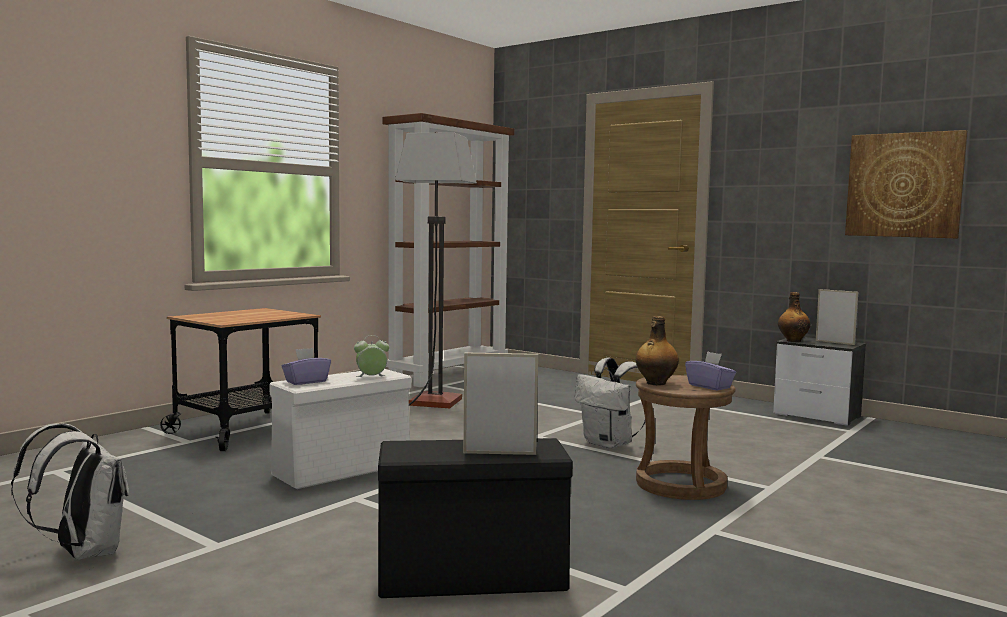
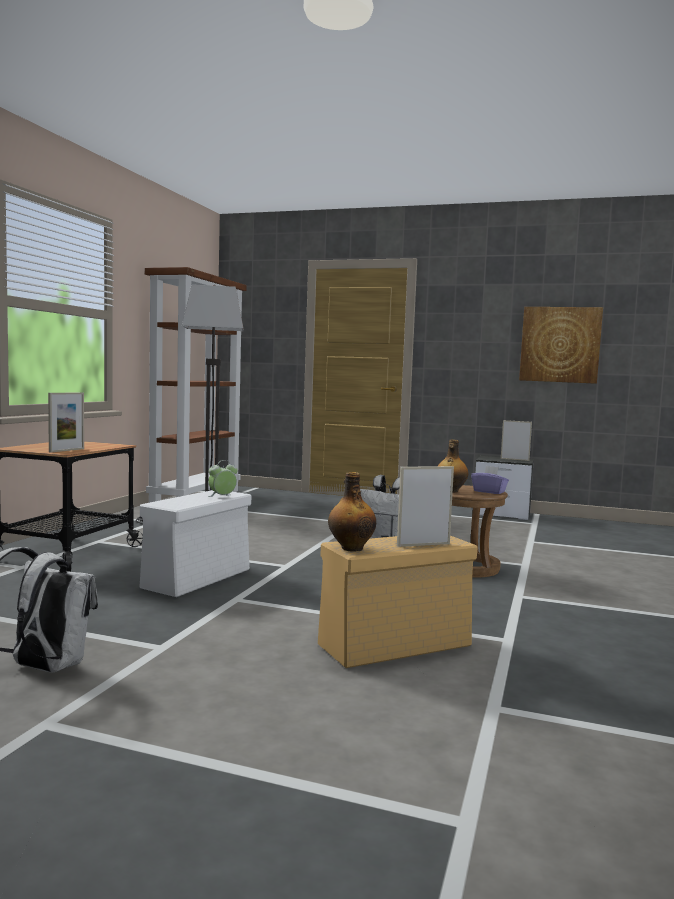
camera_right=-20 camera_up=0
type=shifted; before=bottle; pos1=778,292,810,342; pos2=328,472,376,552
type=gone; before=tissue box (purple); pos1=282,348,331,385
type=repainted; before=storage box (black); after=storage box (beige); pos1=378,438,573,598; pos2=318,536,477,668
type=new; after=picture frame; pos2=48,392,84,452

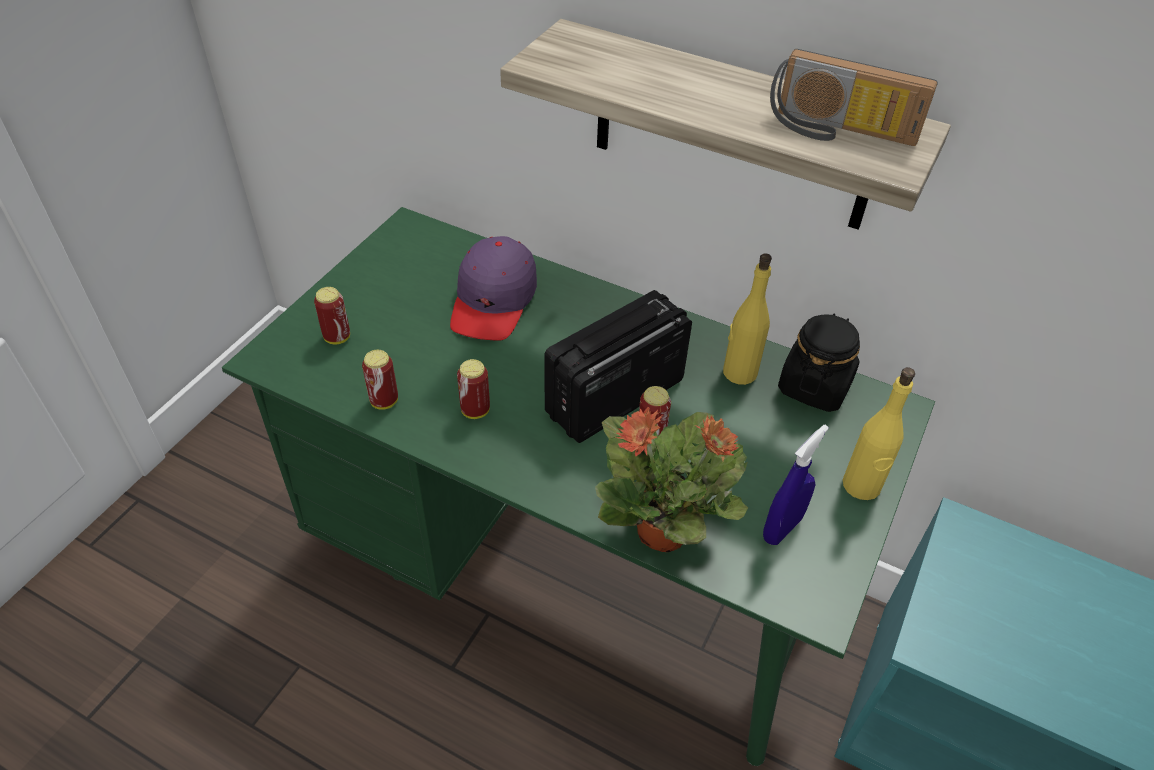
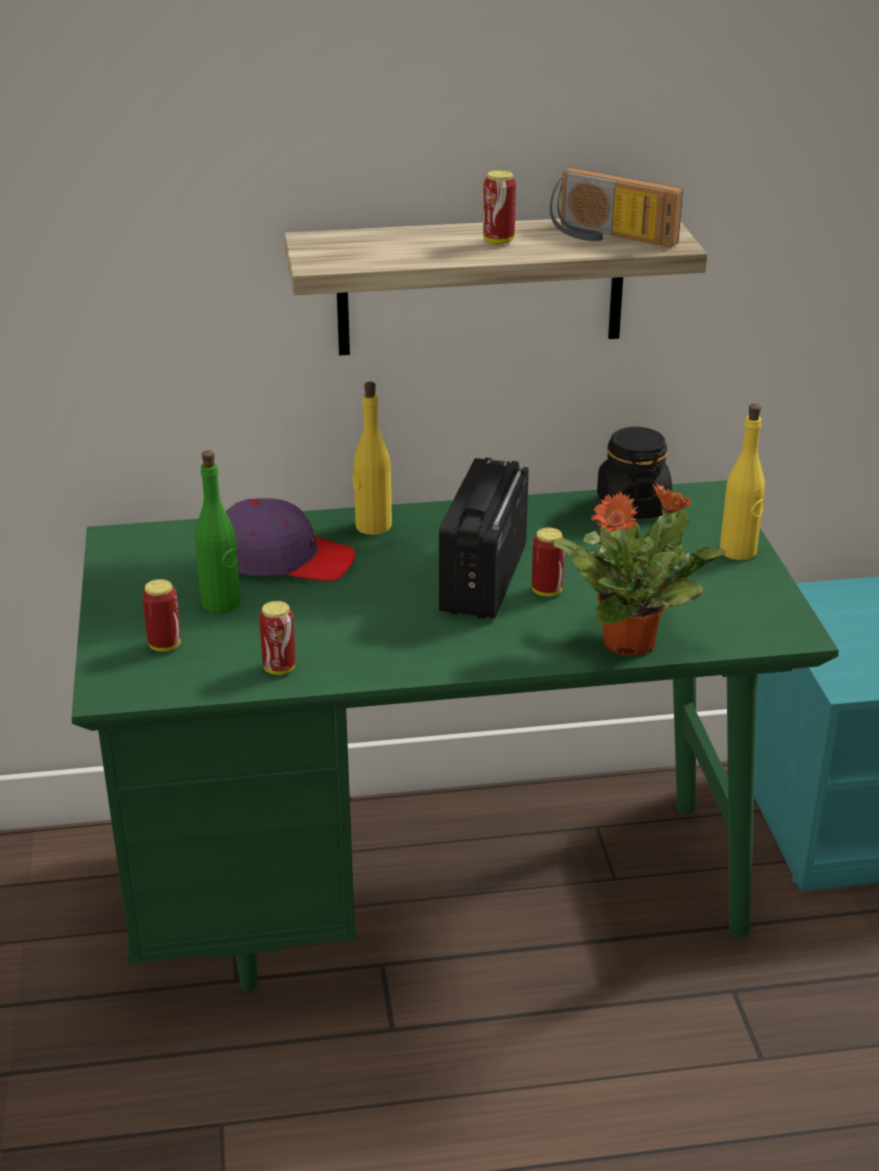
camera_right=-35 camera_up=-15
type=rotated; before=radio; pos1=770,49,938,146; pos2=550,167,683,248; turn=45
type=rotated; before=cap (purple); pos1=450,236,537,341; pos2=226,498,355,581; turn=-60
type=shifted; before=bottle (yellow); pos1=723,253,772,385; pos2=353,382,392,535
type=shifted; before=can; pos1=457,359,490,419; pos2=483,170,516,245
type=gone; before=spray bottle (blue); pos1=763,425,829,545
type=new; after=bottle (green); pos2=195,450,241,613

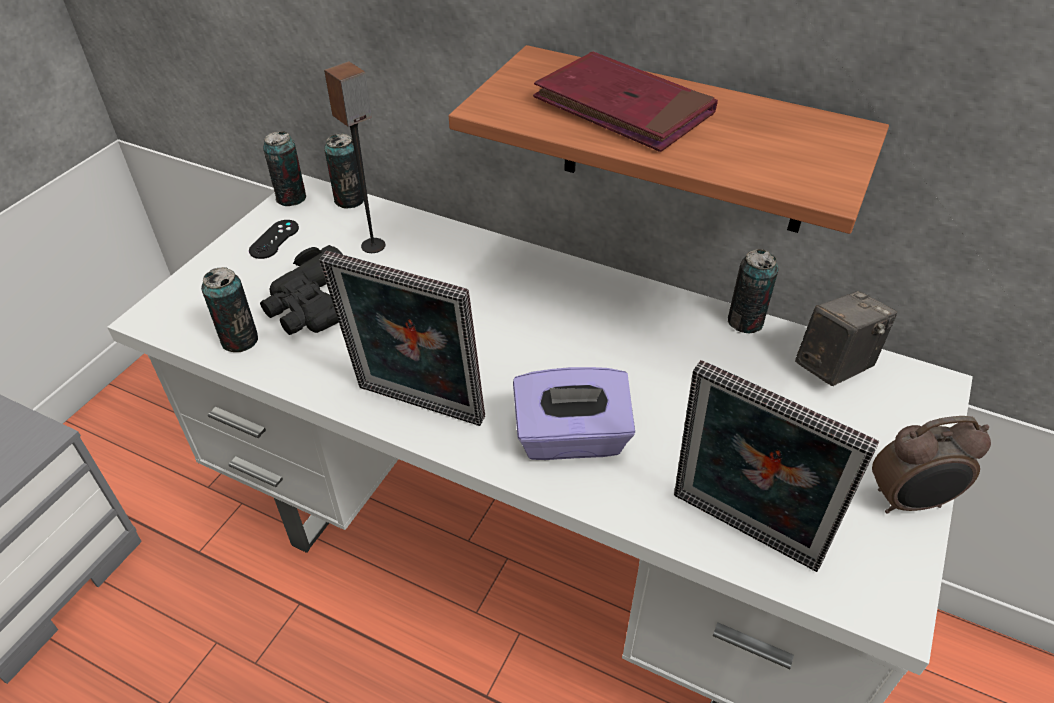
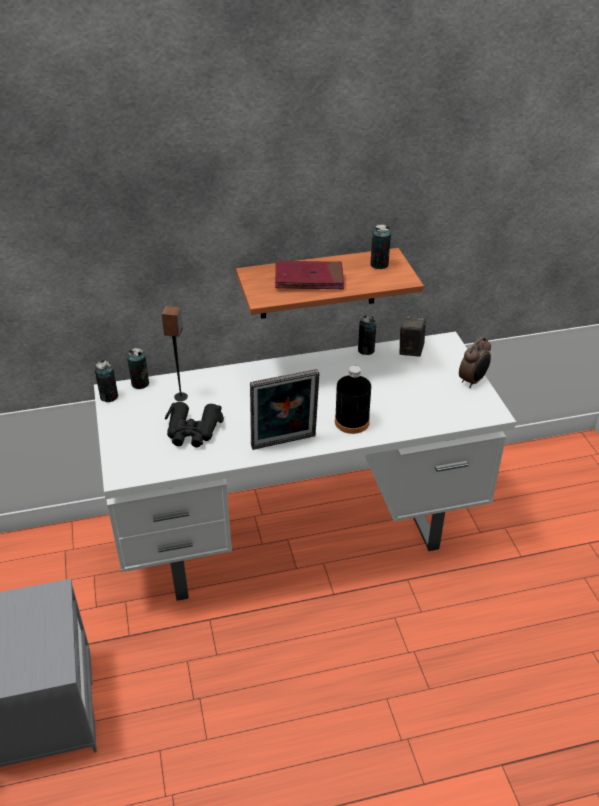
camera_right=-40 camera_up=-5
type=gone; before=game controller (black); pos1=249,220,299,259
type=shifted; before=can; pos1=201,267,258,352; pos2=370,224,391,269
type=gone; before=picture frame; pos1=674,360,879,572
type=swapped; before=tissue box (purple); after=bottle (black); pos1=513,367,635,460; pos2=335,366,371,434

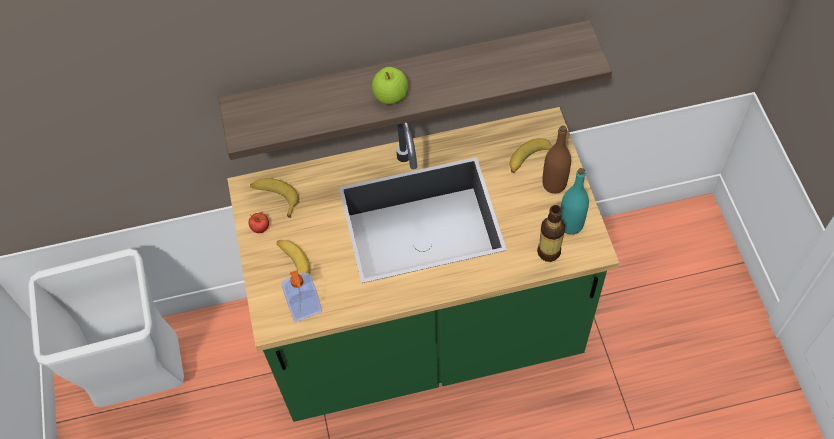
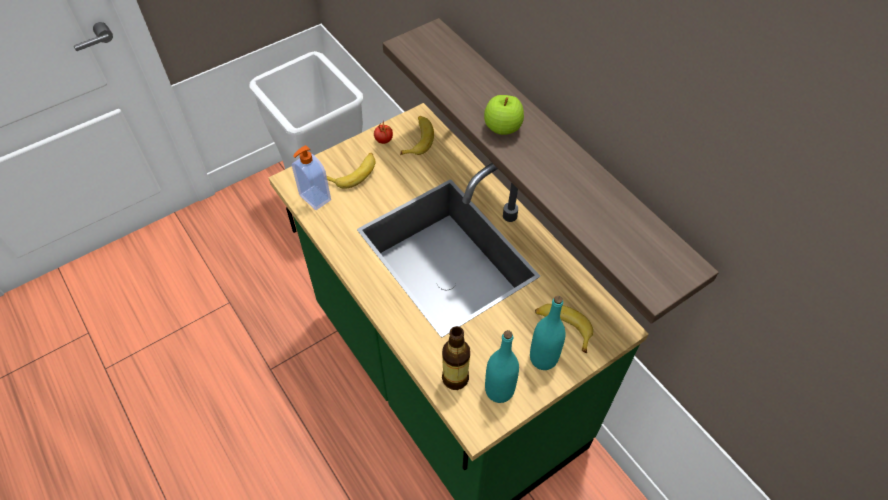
camera_right=65 camera_up=-5
type=repainted; before=bottle (brown); after=bottle (turquoise); pos1=542,125,571,194; pos2=530,296,566,370

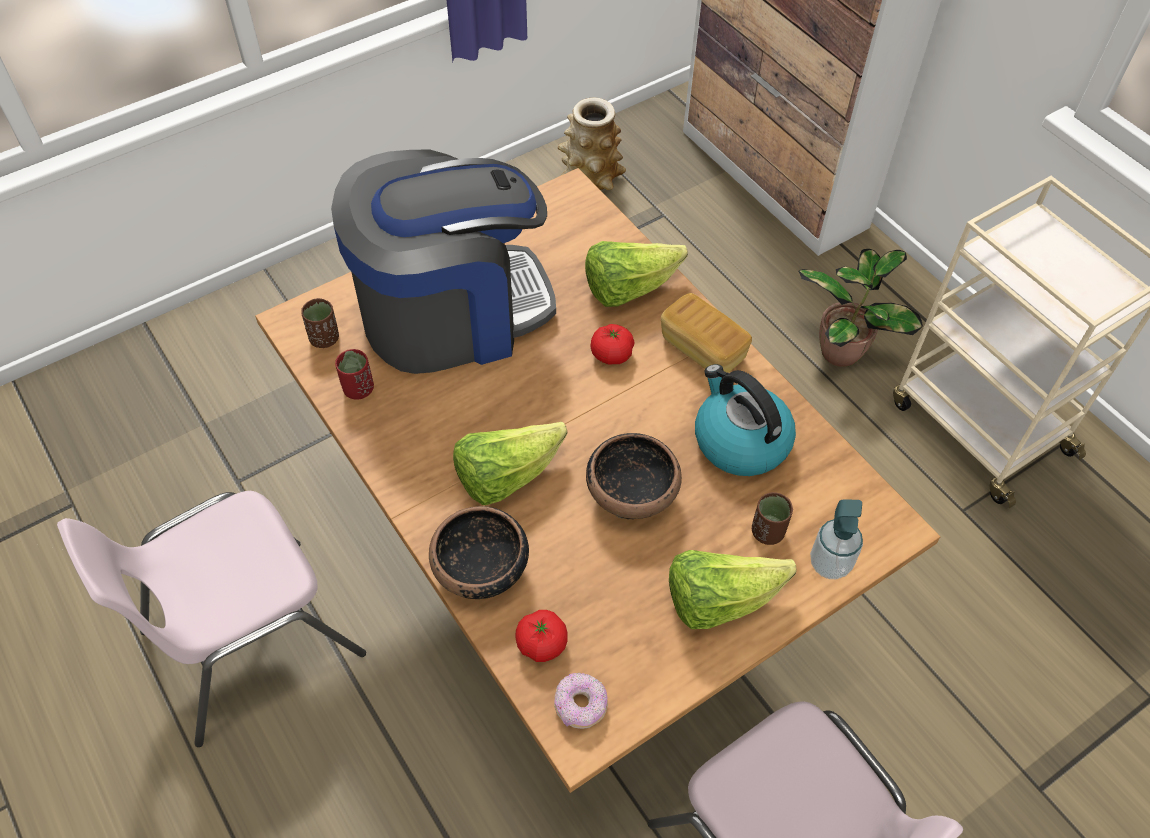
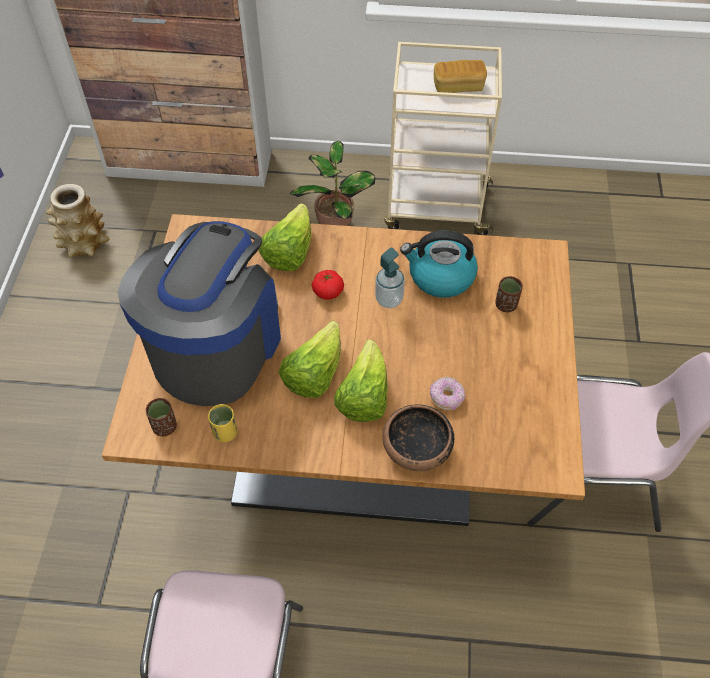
camera_right=-50 camera_up=0
type=shifted; before=bread; pos1=661,293,752,373; pos2=434,60,487,93
type=repainted; before=cup (red); after=cup (yellow); pos1=335,349,374,400; pos2=208,404,238,442
type=gone; before=bowl; pos1=586,433,682,520
type=shifted; before=soap dispenser; pos1=810,499,863,579; pos2=375,247,405,308
type=shifted; before=lettuce; pos1=669,550,797,629; pos2=279,321,341,398
type=gone; before=tomato; pos1=516,610,568,662
type=shifted; before=donut; pos1=554,673,608,729; pos2=430,377,465,410

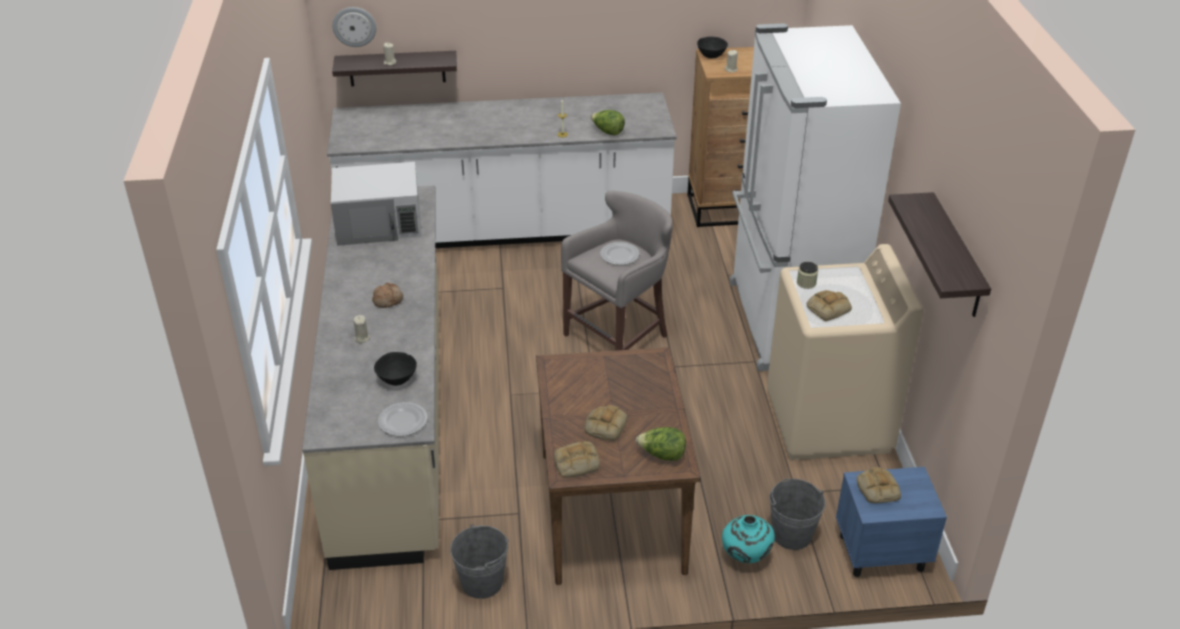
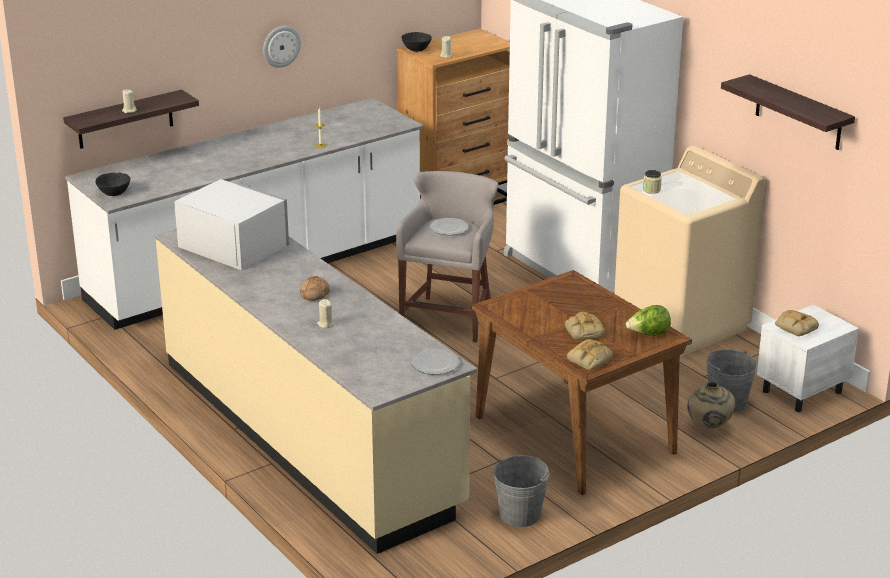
camera_right=-30 camera_up=-10
type=shifted; before=wall clock; pos1=332,7,376,47; pos2=263,26,301,68
type=gone; before=lettuce; pos1=591,110,625,135
type=rotated; before=microwave (white); pos1=331,162,422,246; pos2=174,179,289,270; turn=-105
type=gone; before=bread; pos1=806,290,852,321
type=shifted; before=bowl (black); pos1=374,352,417,386; pos2=95,173,131,196
type=repainted; before=nightstand (blue); after=nightstand (white); pos1=836,467,947,577; pos2=757,304,859,412
type=repainted; before=vase (turquoise); after=vase (beige); pos1=722,515,775,563; pos2=687,382,735,429

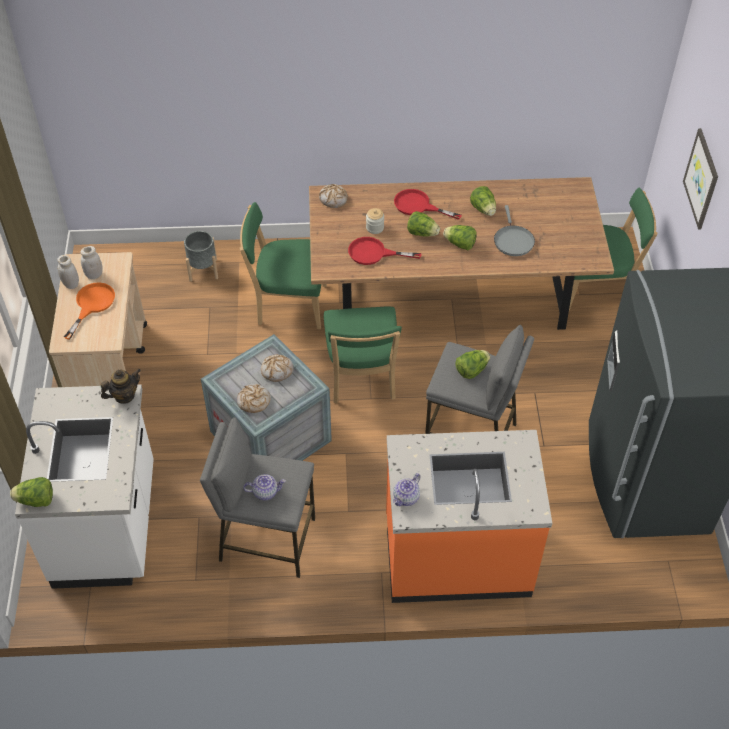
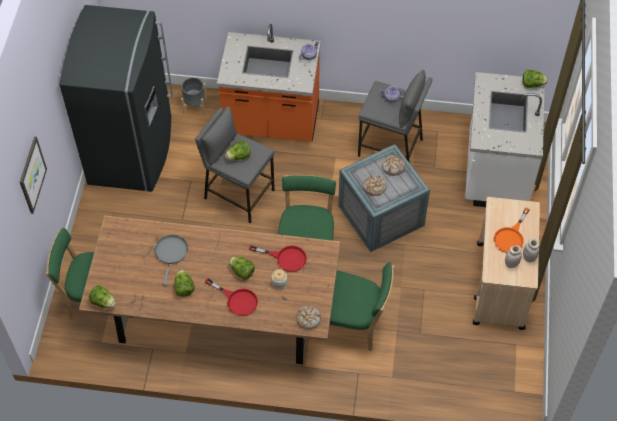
camera_right=-170 camera_up=5
type=shifted; before=lettuce; pos1=443,225,476,250; pos2=89,285,116,308
type=shifted; before=planter (grey); pos1=184,231,218,282; pos2=181,77,207,115
type=gone; before=teapot; pos1=101,369,141,404

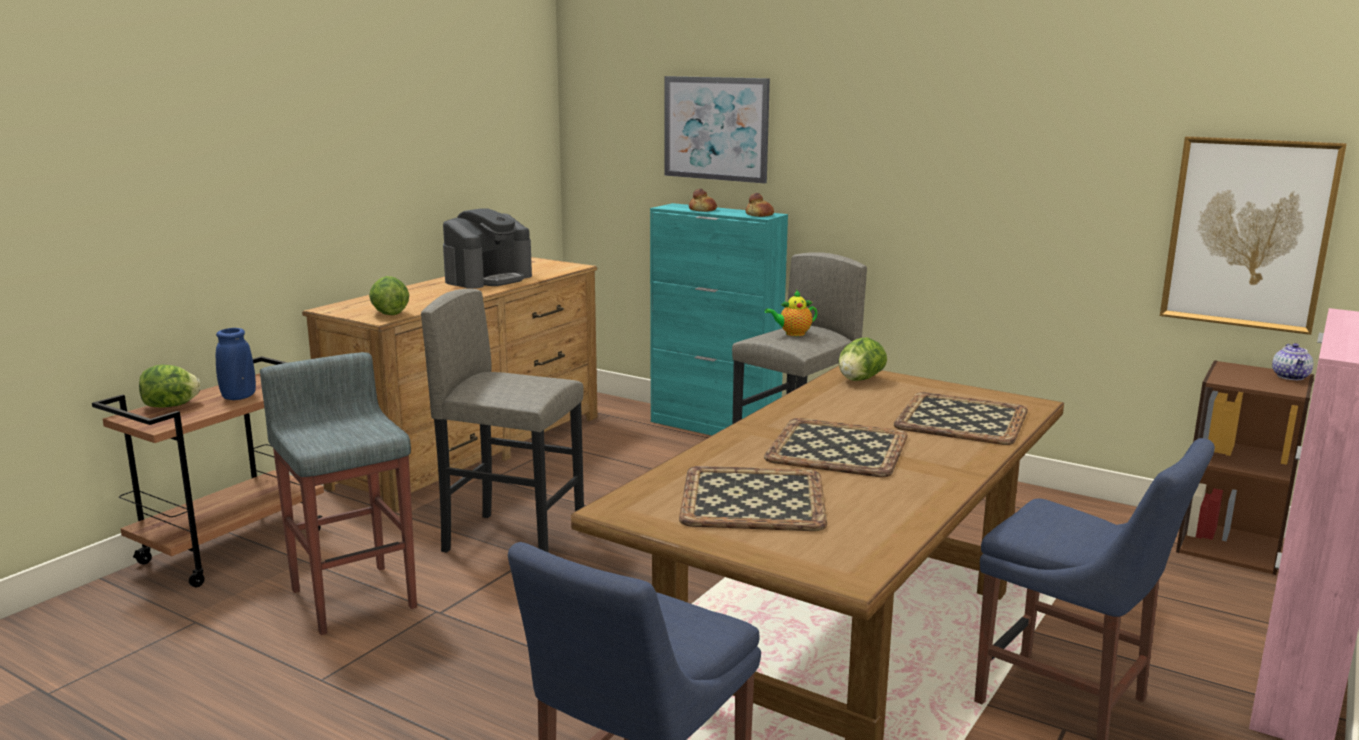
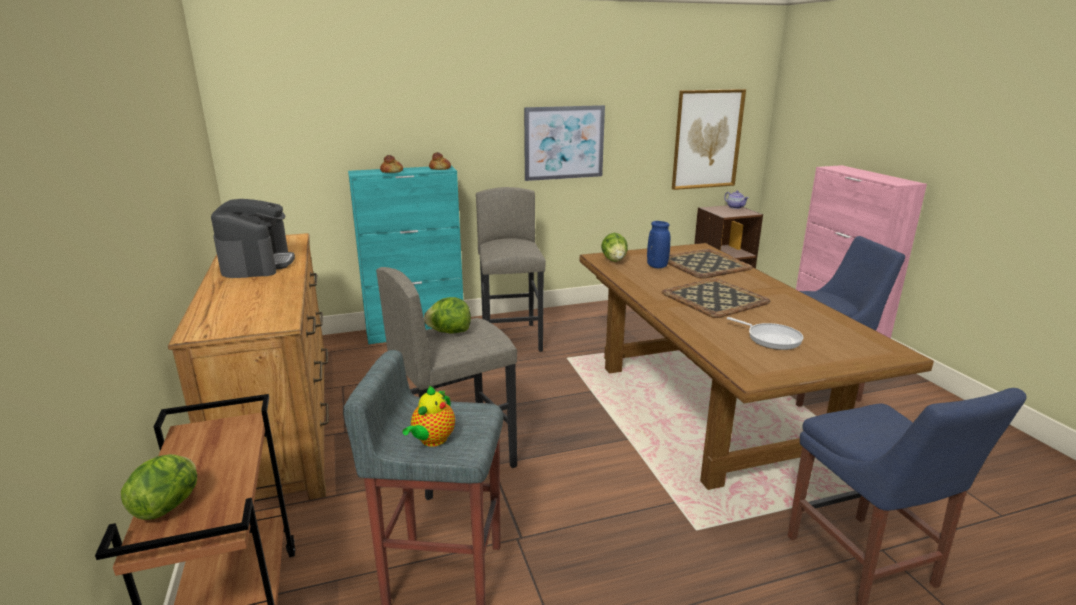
camera_right=-50 camera_up=5
type=shifted; before=picture; pos1=665,76,770,184; pos2=524,105,605,181
type=shifted; before=lettuce; pos1=369,276,409,315; pos2=424,297,471,334
type=shifted; before=teapot; pos1=765,290,818,336; pos2=402,386,455,447
type=shifted; before=vase (blue); pos1=216,328,256,400; pos2=647,221,670,268
type=swapped; before=tray; after=frying pan; pos1=679,466,827,531; pos2=727,317,804,350

